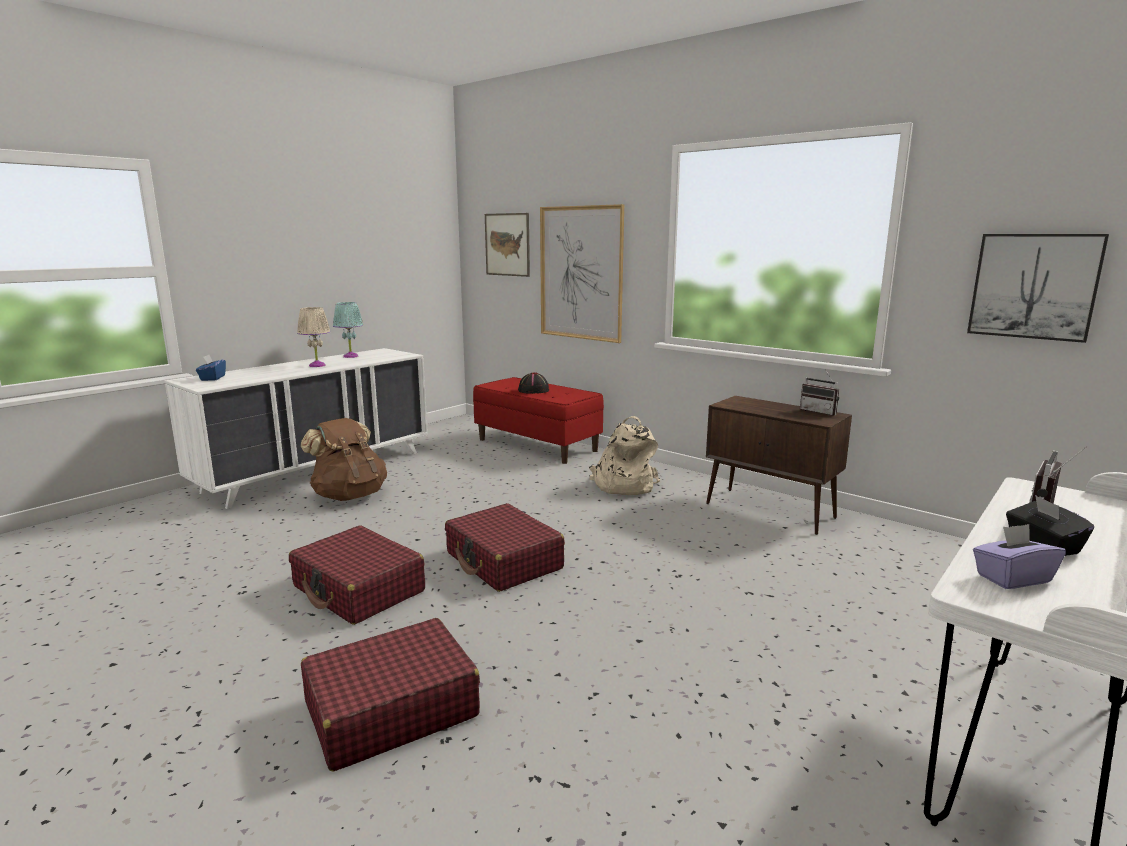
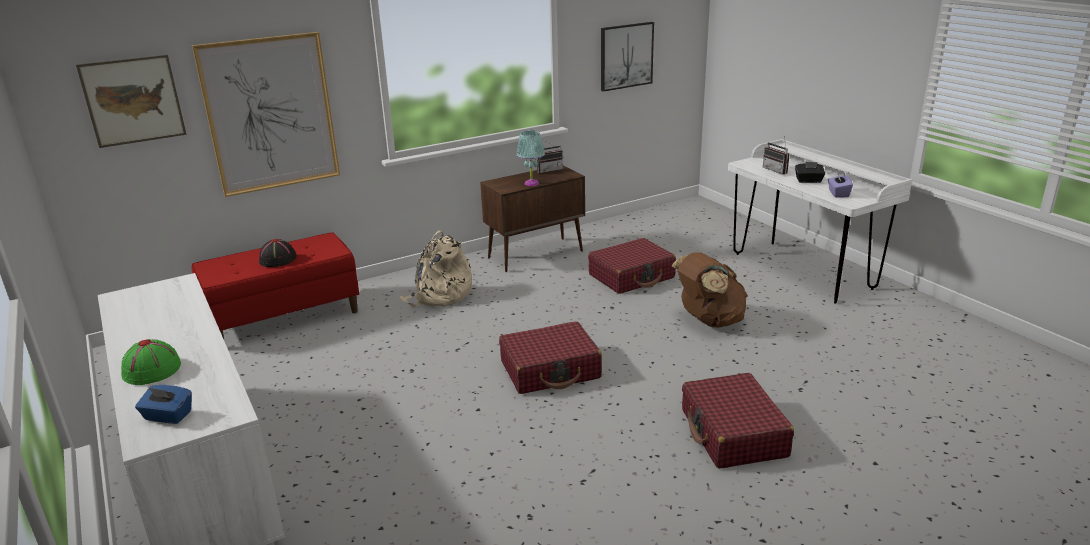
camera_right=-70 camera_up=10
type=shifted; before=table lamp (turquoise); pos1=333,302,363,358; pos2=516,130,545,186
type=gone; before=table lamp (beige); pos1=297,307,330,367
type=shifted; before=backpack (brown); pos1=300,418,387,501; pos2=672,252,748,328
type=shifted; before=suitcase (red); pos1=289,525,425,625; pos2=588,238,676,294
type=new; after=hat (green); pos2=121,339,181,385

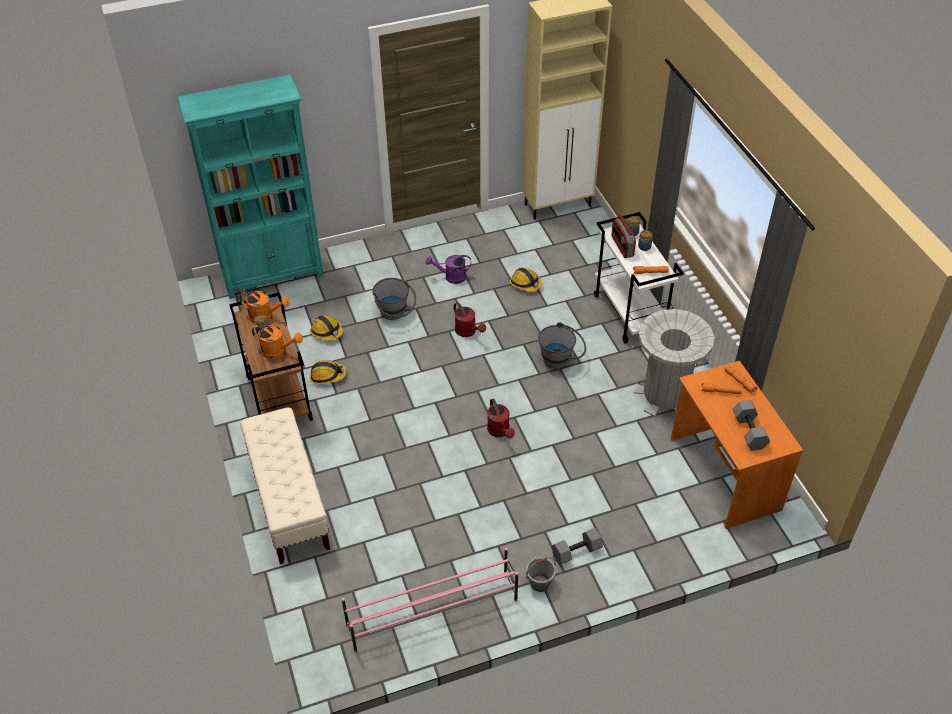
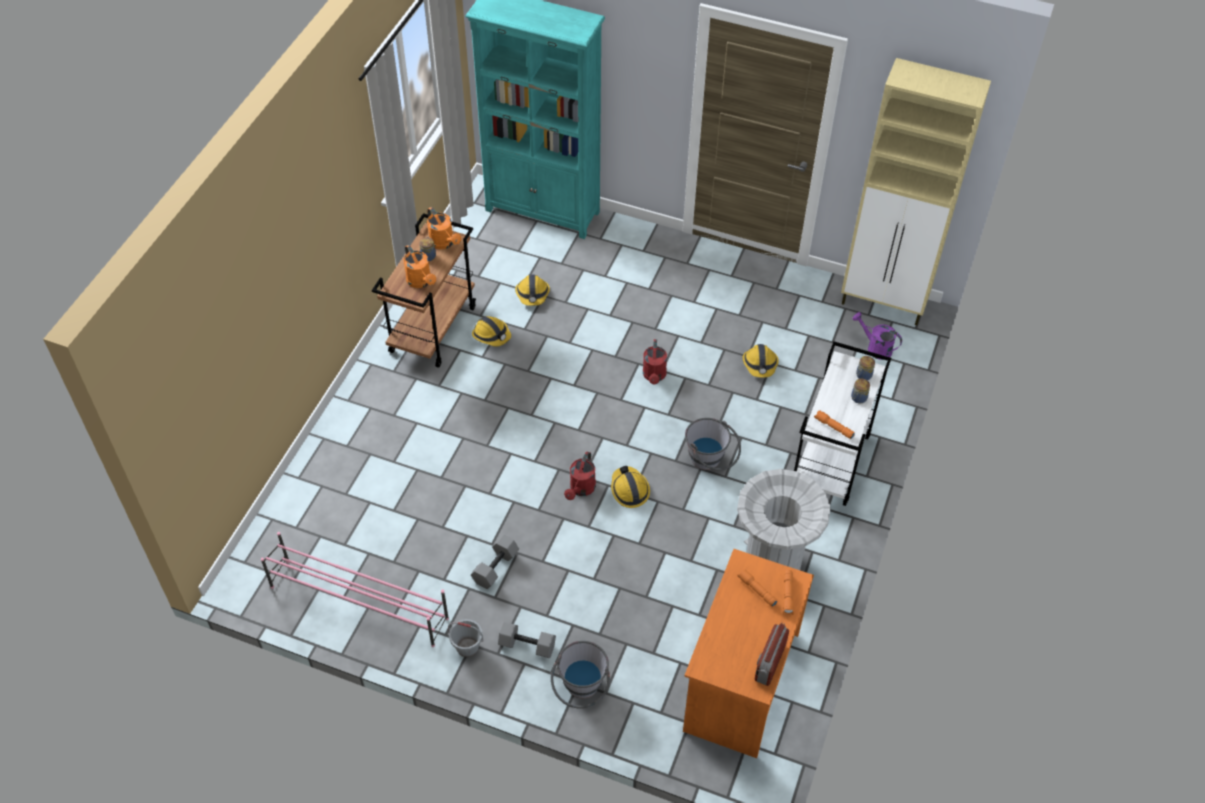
camera_right=40 camera_up=5
type=shifted; before=radio; pos1=611,215,636,258; pos2=755,623,789,686
type=shifted; before=watering can (purple); pos1=426,255,471,284; pos2=852,312,902,360
type=shifted; before=bucket (grey); pos1=372,278,416,320; pos2=551,641,610,708
type=shifted; before=dumbbell (grey); pos1=732,400,770,451; pos2=471,535,519,589
type=gone; before=bench (beige); pos1=240,407,330,564
type=new; after=hard hat; pos2=611,466,650,508

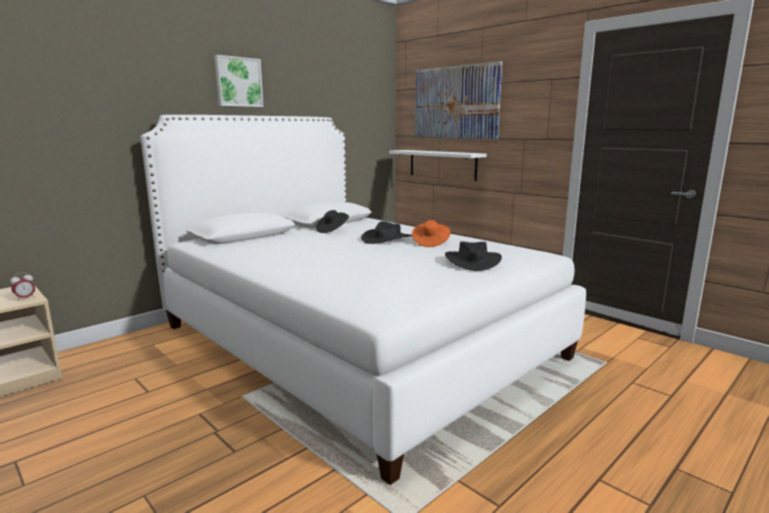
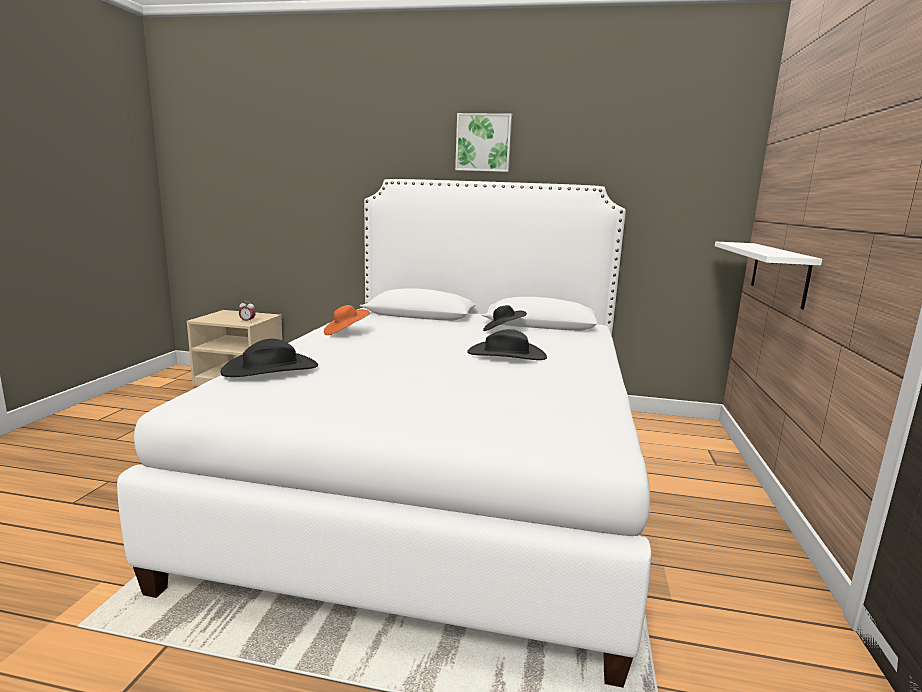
camera_right=55 camera_up=0
type=gone; before=picture; pos1=415,61,503,139
type=shifted; before=hat (orange); pos1=412,220,451,247; pos2=324,305,370,335
type=shifted; before=hat (black); pos1=445,241,502,271; pos2=220,338,318,377

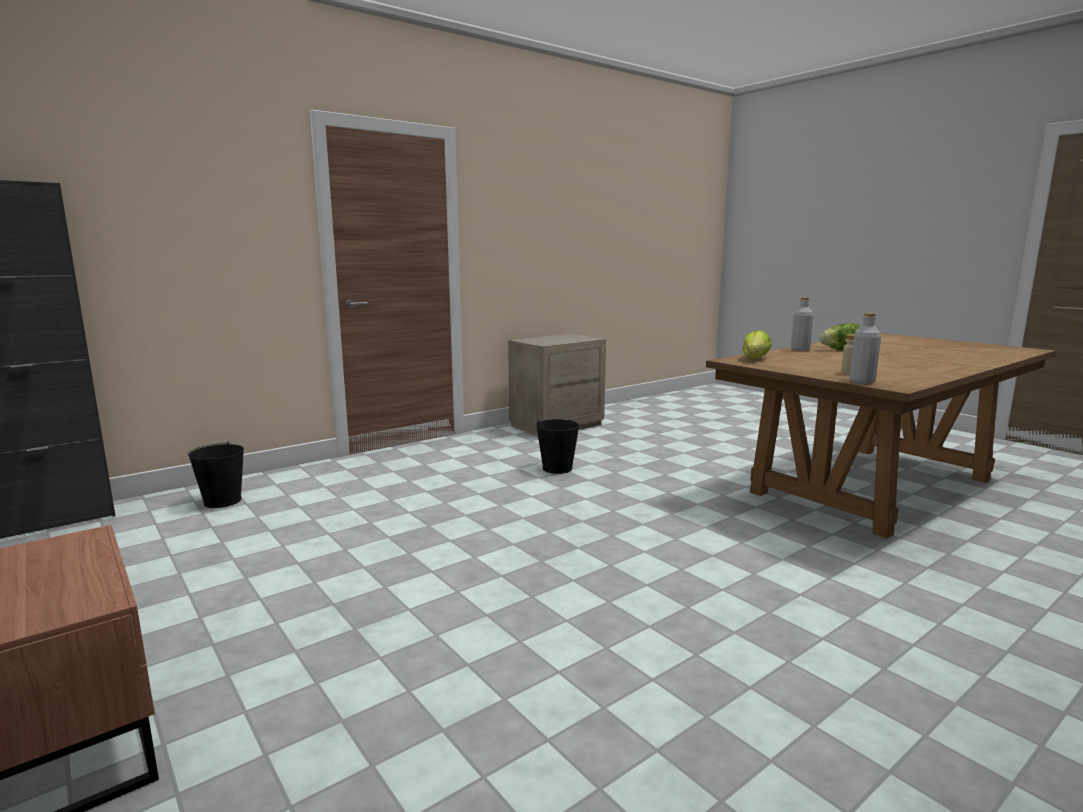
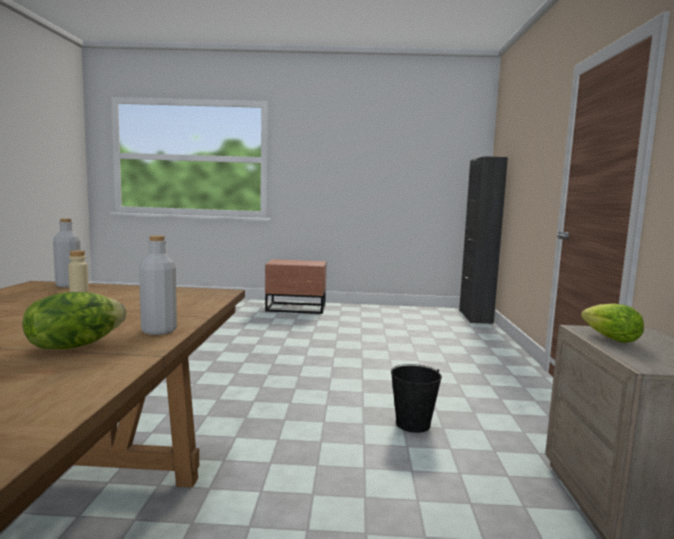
camera_right=130 camera_up=-5
type=shifted; before=lettuce; pos1=742,330,772,358; pos2=581,303,644,343
type=gone; before=bucket (black); pos1=188,442,244,508

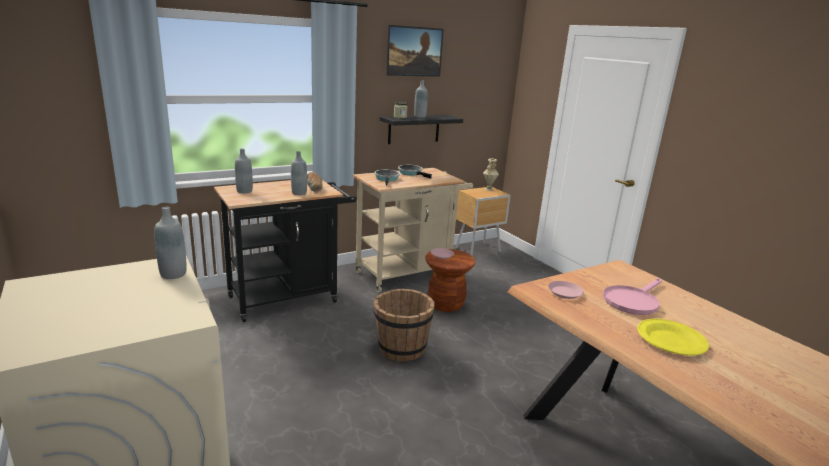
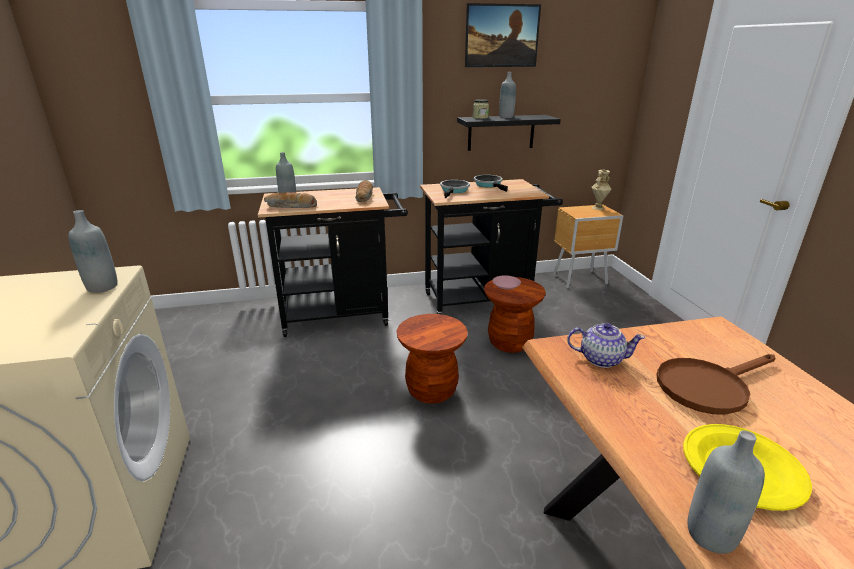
camera_right=20 camera_up=5
type=shifted; before=bottle (grey); pos1=291,151,307,195; pos2=687,430,765,554
type=repainted; before=cart (beige); after=cart (black); pos1=353,168,473,292; pos2=420,179,563,315
type=repainted; before=frying pan (pink); after=frying pan (brown); pos1=603,278,662,315; pos2=656,354,776,415
type=swapped; before=plate (pink); after=teapot; pos1=548,281,584,299; pos2=567,323,645,368
type=swapped; before=bucket (brown); after=stool (brown); pos1=373,289,435,362; pos2=397,314,468,404
type=new; after=bread; pos2=264,192,317,208

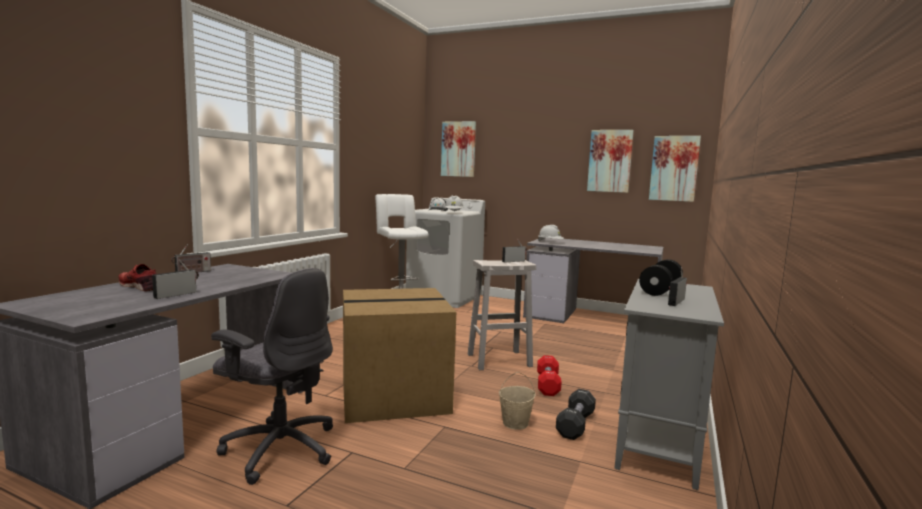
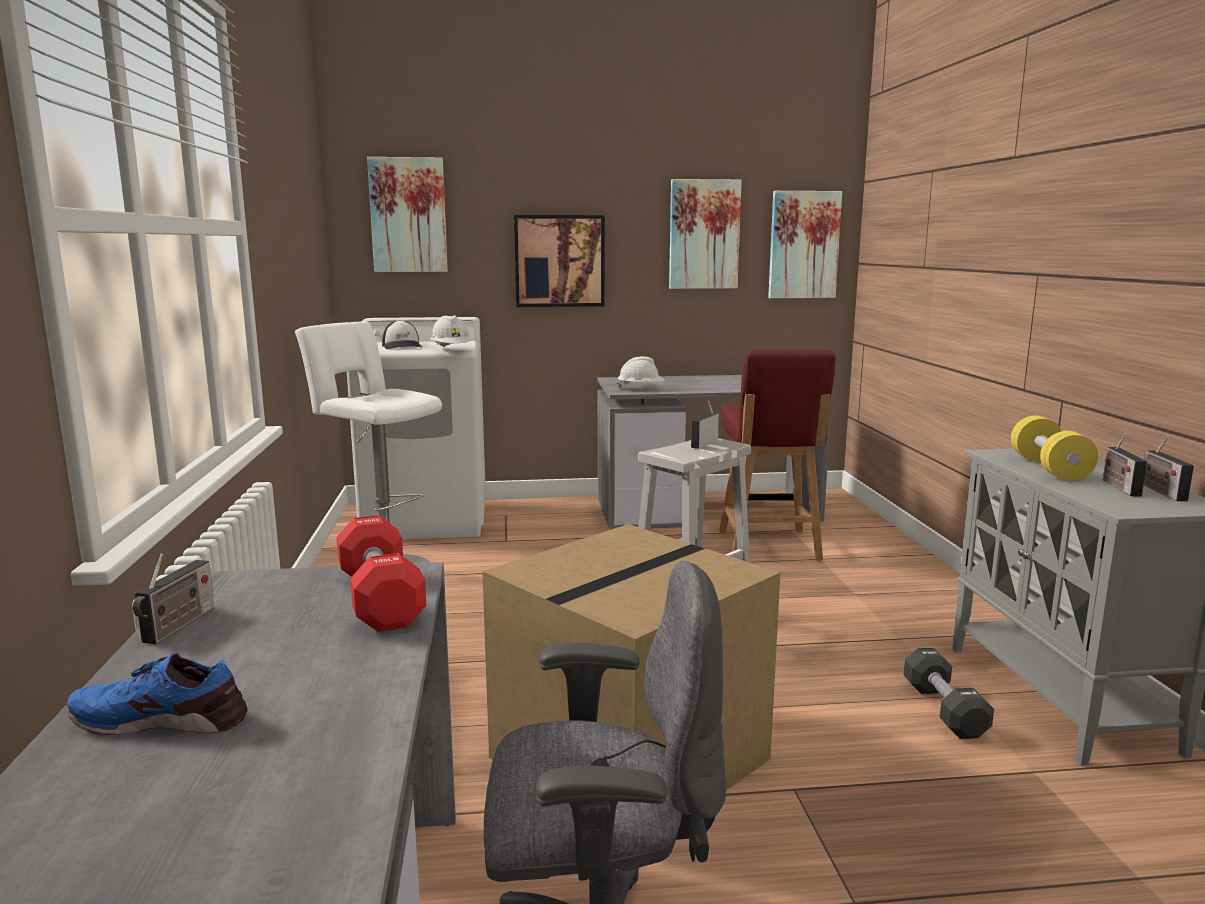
camera_right=-30 camera_up=5
type=shifted; before=radio; pos1=152,259,199,299; pos2=1144,436,1194,501
type=repainted; before=dumbbell (black); after=dumbbell (yellow); pos1=639,259,683,296; pos2=1011,416,1098,481
type=repainted; before=shoe (red); after=shoe (blue); pos1=118,264,156,291; pos2=66,653,247,736
type=shifted; before=dumbbell (red); pos1=537,355,561,396; pos2=336,515,426,632
type=gone; before=bucket (beige); pos1=499,372,536,430
type=new; after=picture; pos2=514,215,605,307
type=new; after=chair (red); pos2=719,349,836,561

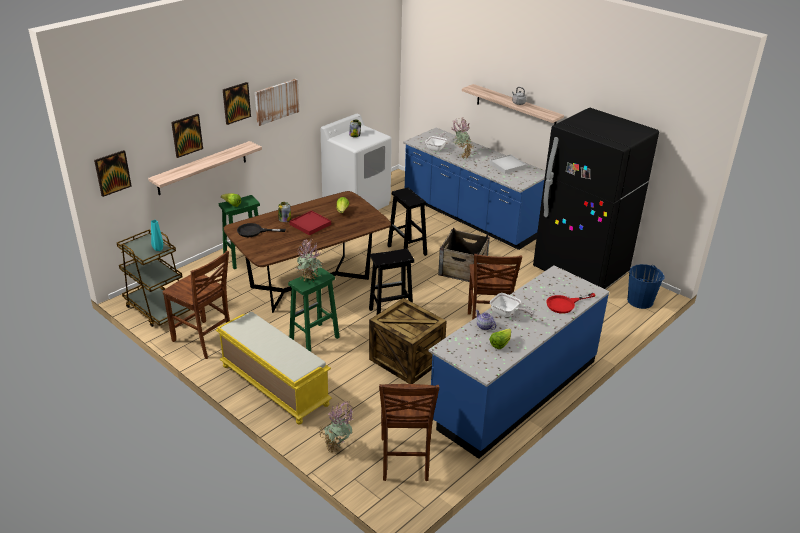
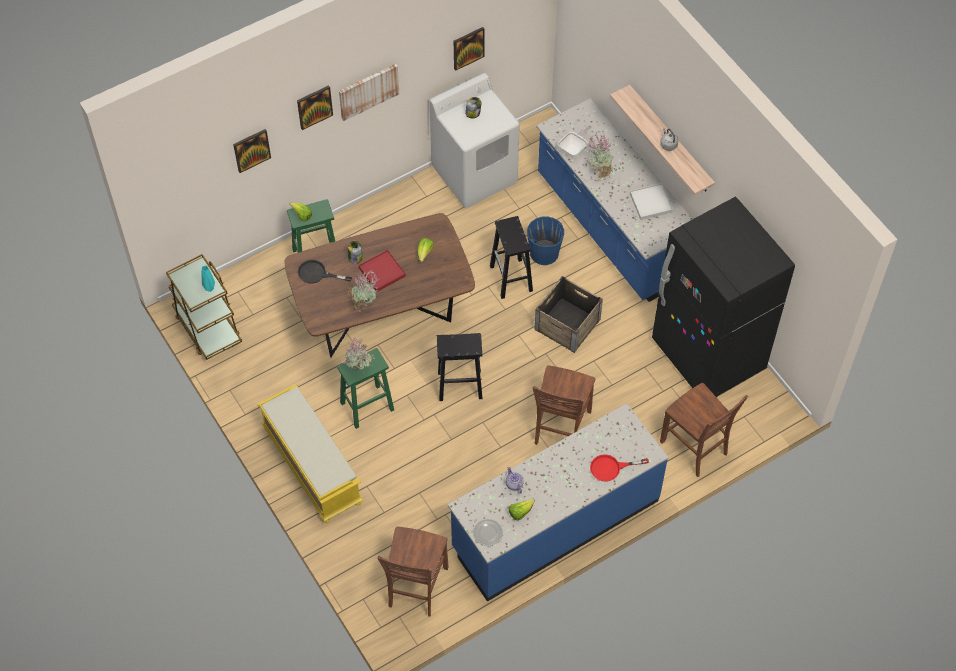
camera_right=15 camera_up=25
type=gone; before=shelf; pos1=148,141,262,195
type=shifted; before=picture; pos1=94,150,132,197; pos2=454,27,485,71
type=shifted; before=chair (brown); pos1=162,251,230,359; pos2=660,383,748,477
type=shifted; before=bucket (blue); pos1=627,264,665,309; pos2=527,217,564,265
type=gone; before=frying pan; pos1=490,293,534,317
type=gone; before=crate; pos1=369,298,447,384
type=shifted; before=potted plant; pos1=319,401,353,454; pos2=347,270,379,312
type=new; after=plate; pos2=473,519,503,546

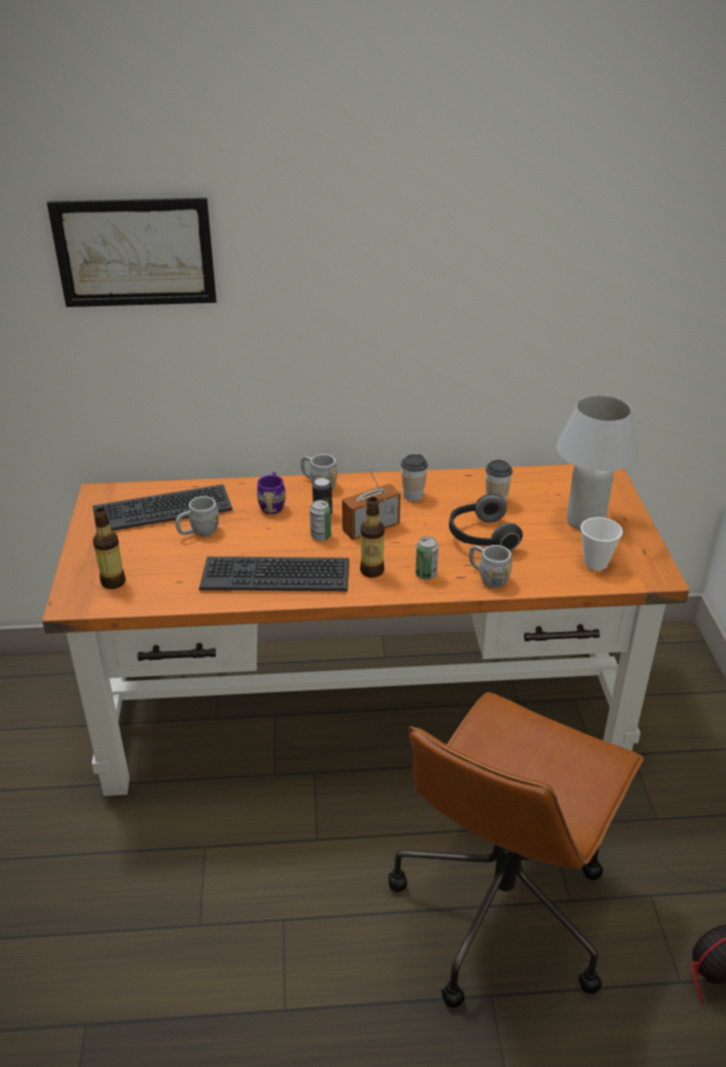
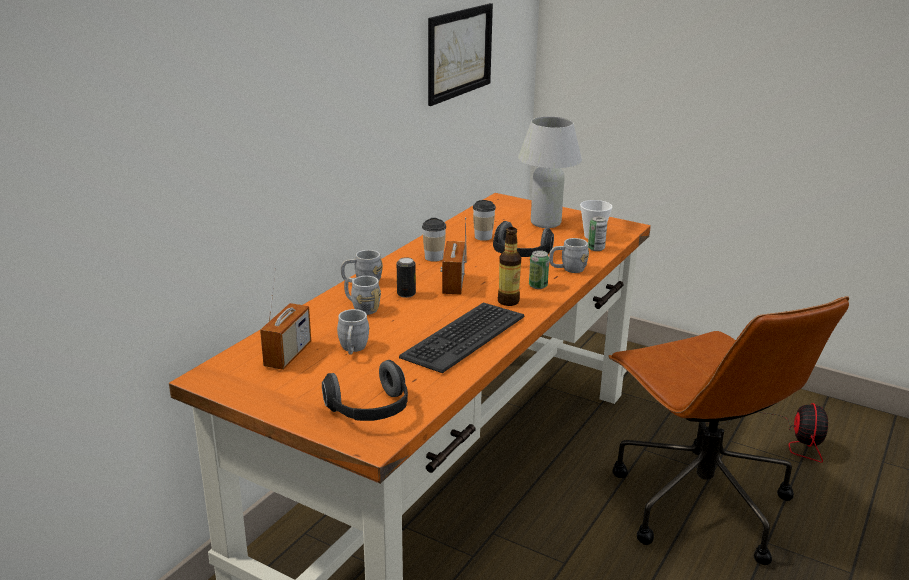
camera_right=-55 camera_up=-10
type=shifted; before=picture; pos1=47,198,216,307; pos2=428,3,493,106
type=repainted; before=mug (purple); after=mug (grey); pos1=256,472,286,514; pos2=344,276,381,315
type=swapped; before=keyboard; after=radio; pos1=93,484,233,531; pos2=260,268,311,370
type=shifted; before=can; pos1=310,500,331,541; pos2=588,216,607,251
type=swapped; before=bottle; after=headphones; pos1=93,508,126,589; pos2=322,360,408,421

